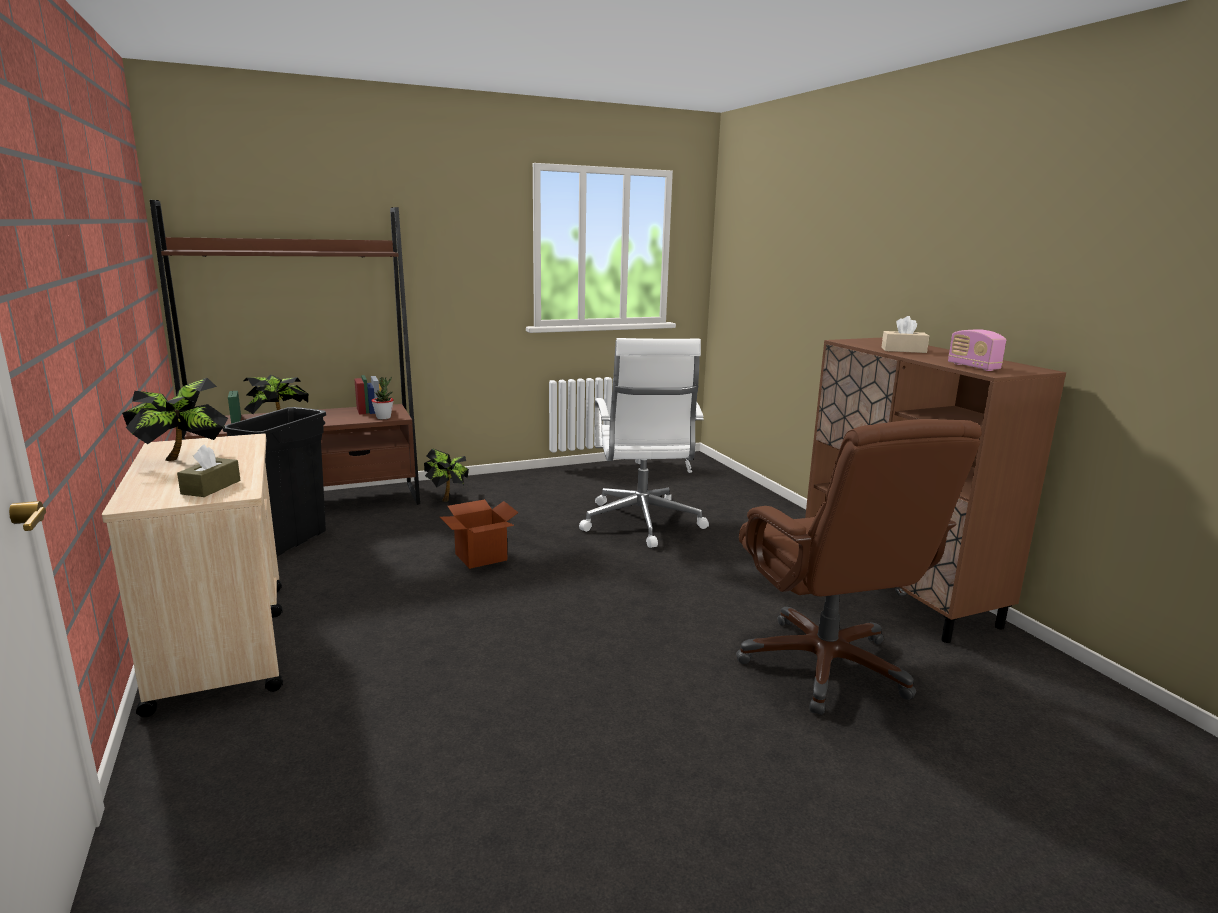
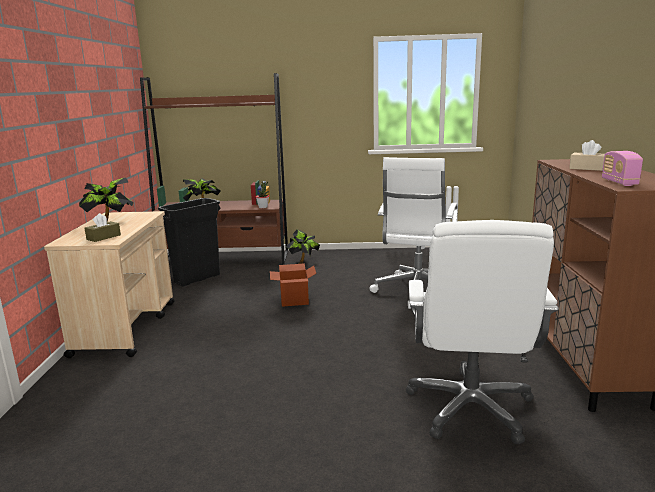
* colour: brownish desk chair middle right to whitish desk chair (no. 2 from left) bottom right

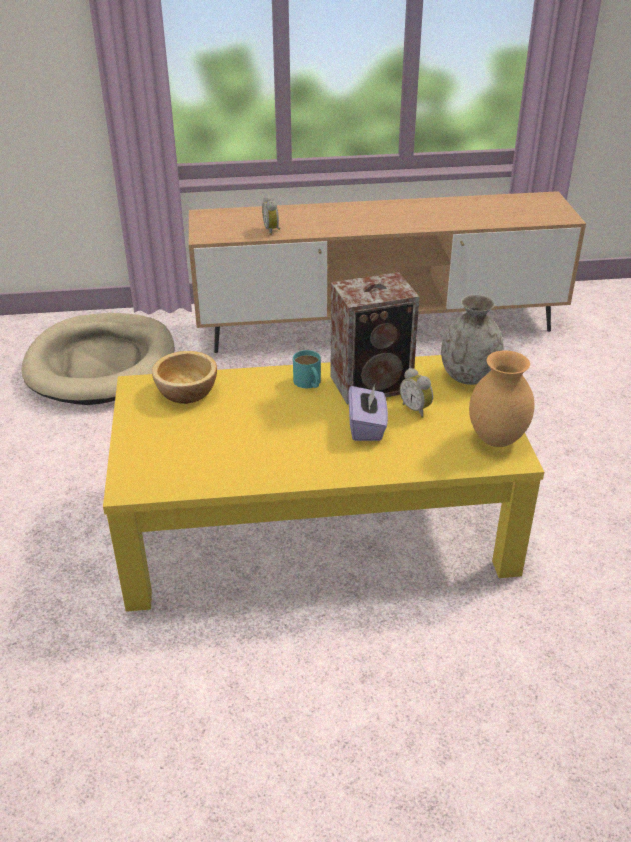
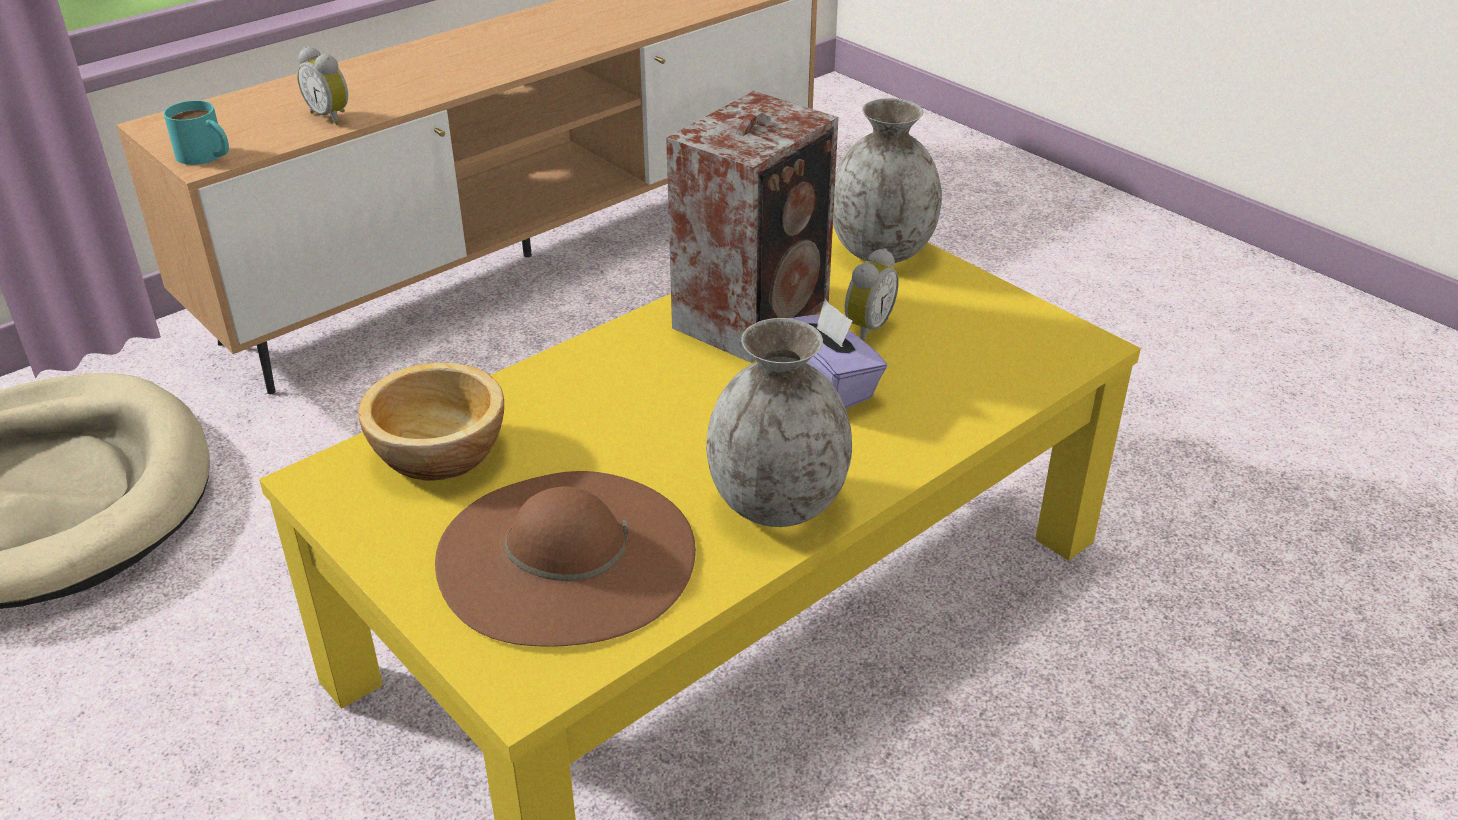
* missing: brownish flower vase middle right
* appeared: brownish hat bottom centre
* appeared: greyish flower vase (no. 1 from left) centre
* relocated: blue-green coffee mug centre to top left
* spun: table clock (no. 2 from left) centre = centre 75 degrees counterclockwise

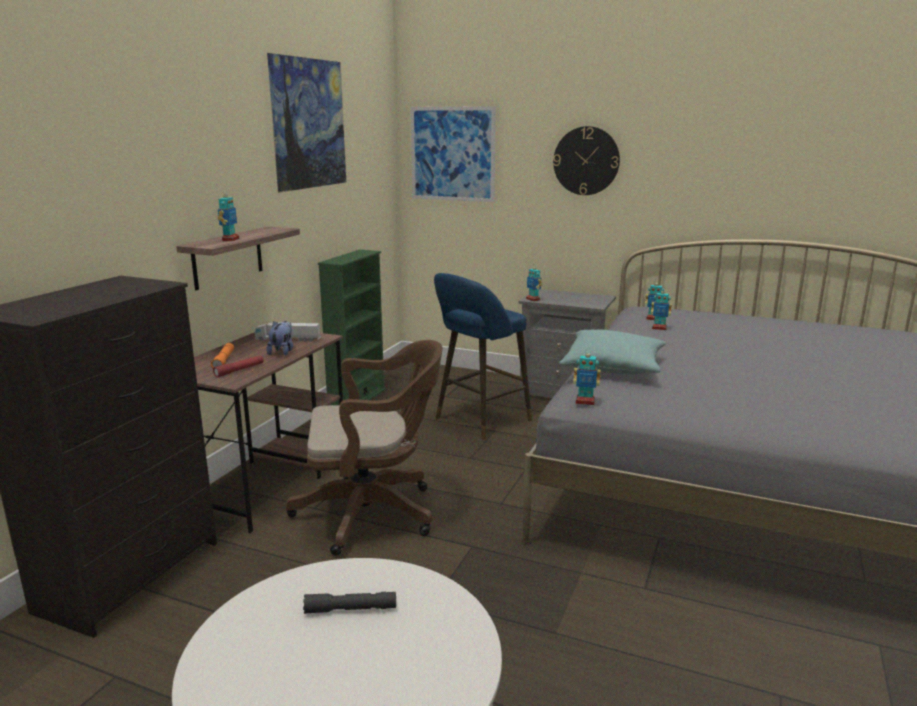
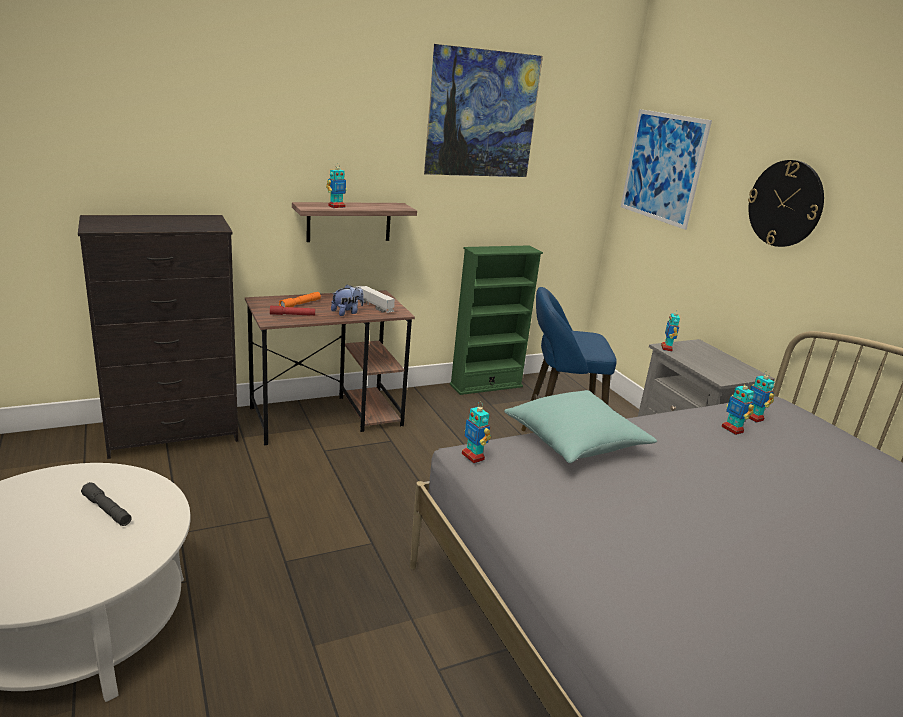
* missing: brownish desk chair centre

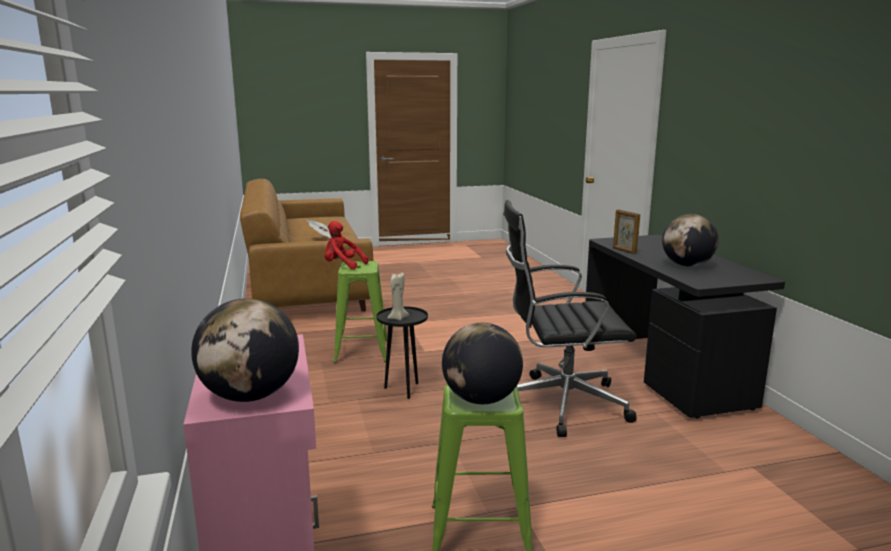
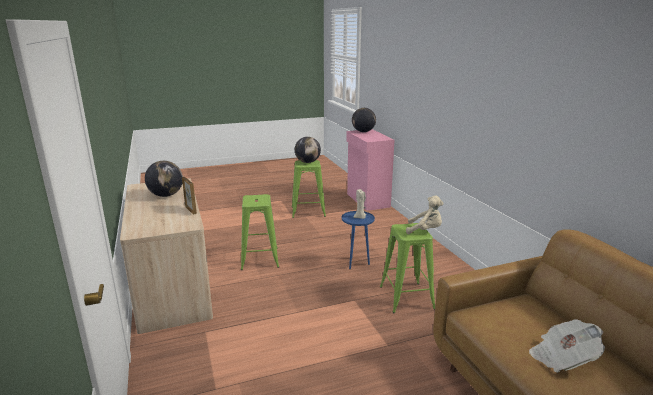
* exchanged: black-coloured desk chair centre to green-coloured sitting stool (no. 1 from left) centre
* colour: reddish plush toy centre to beige plush toy centre
* colour: black-coloured accent table centre to bluish accent table centre
* colour: black-coloured desk table middle right to beige desk table middle left

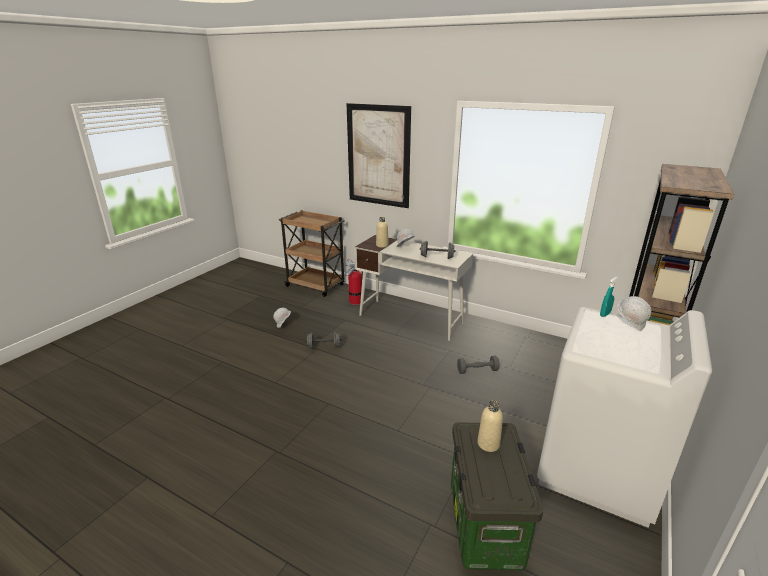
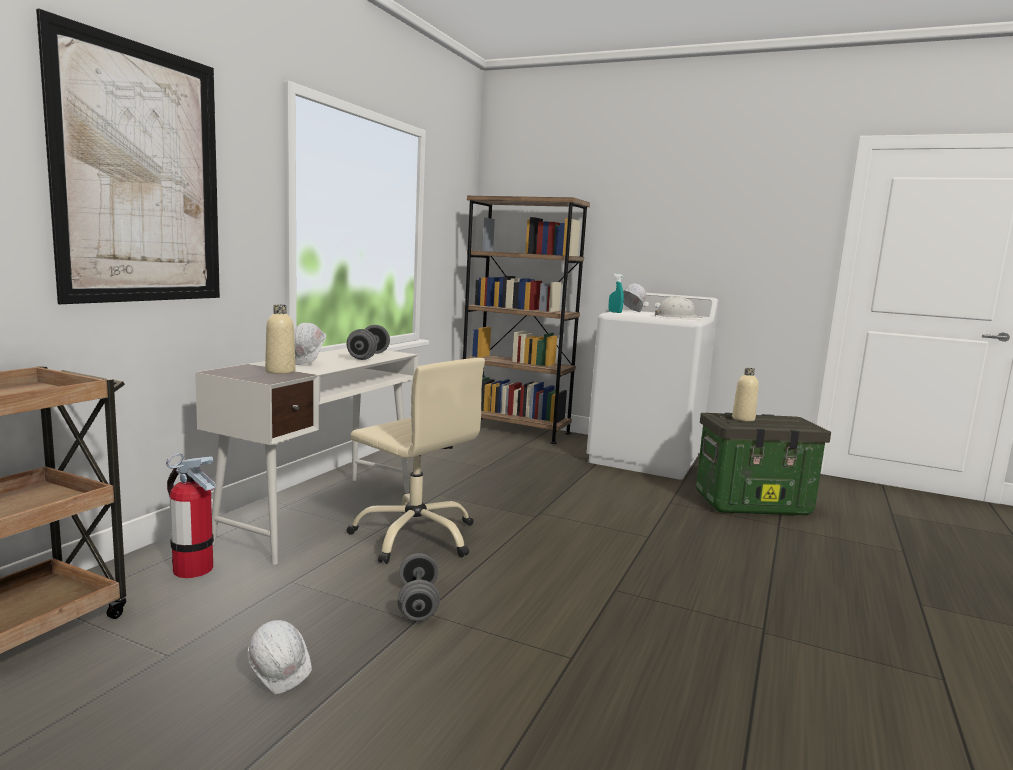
* missing: greyish free weight (no. 3 from left) centre
* appeared: beige desk chair centre
* appeared: whitish safety helmet (no. 4 from left) middle right

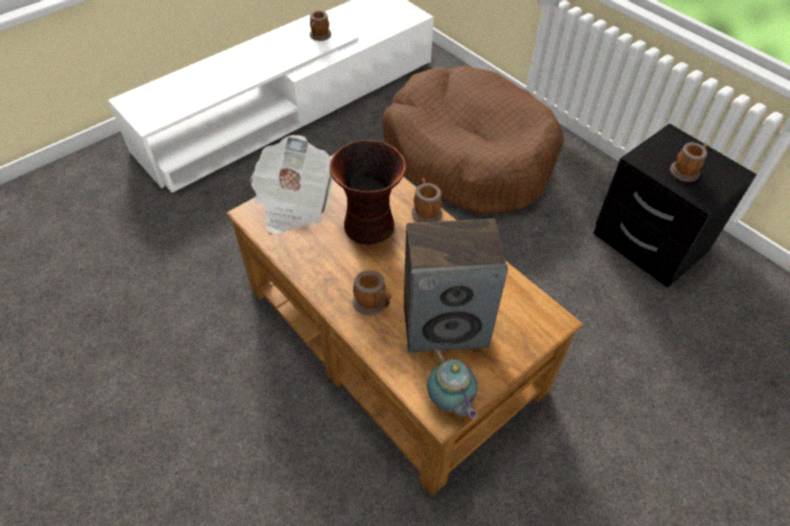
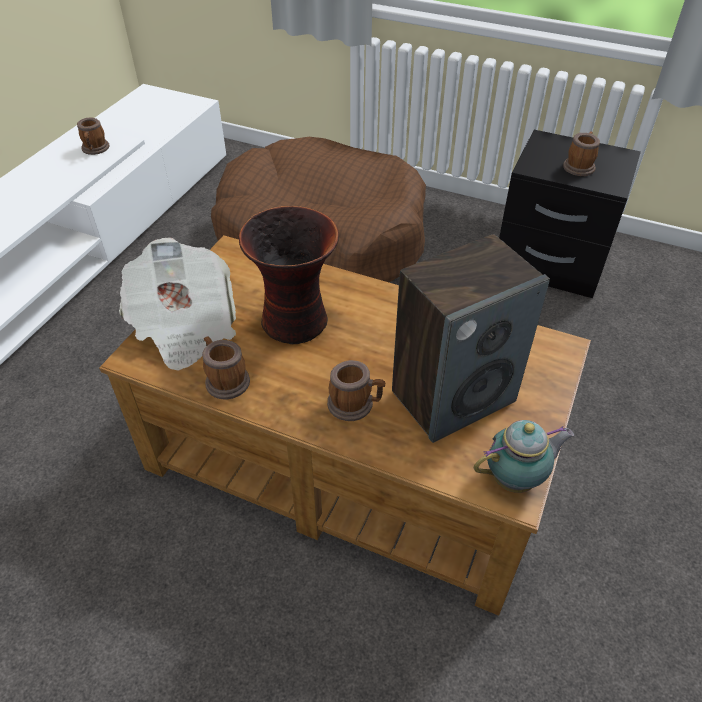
* relocated: coffee mug (no. 3 from left in the first image) centre to coffee mug (no. 2 from left) middle left
* spun: pot for tea bottom centre = middle right 60 degrees counterclockwise

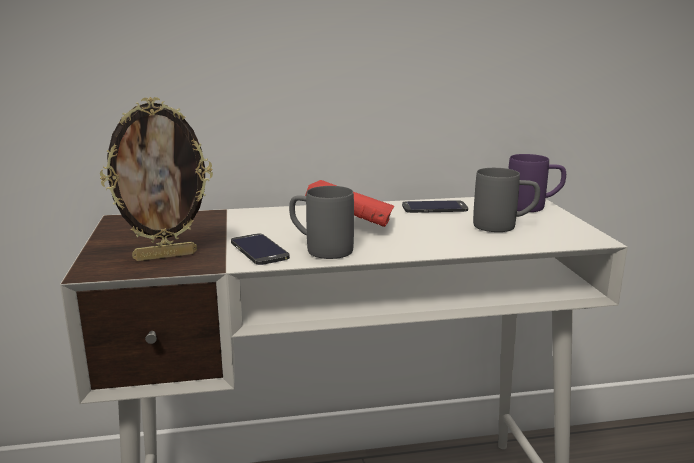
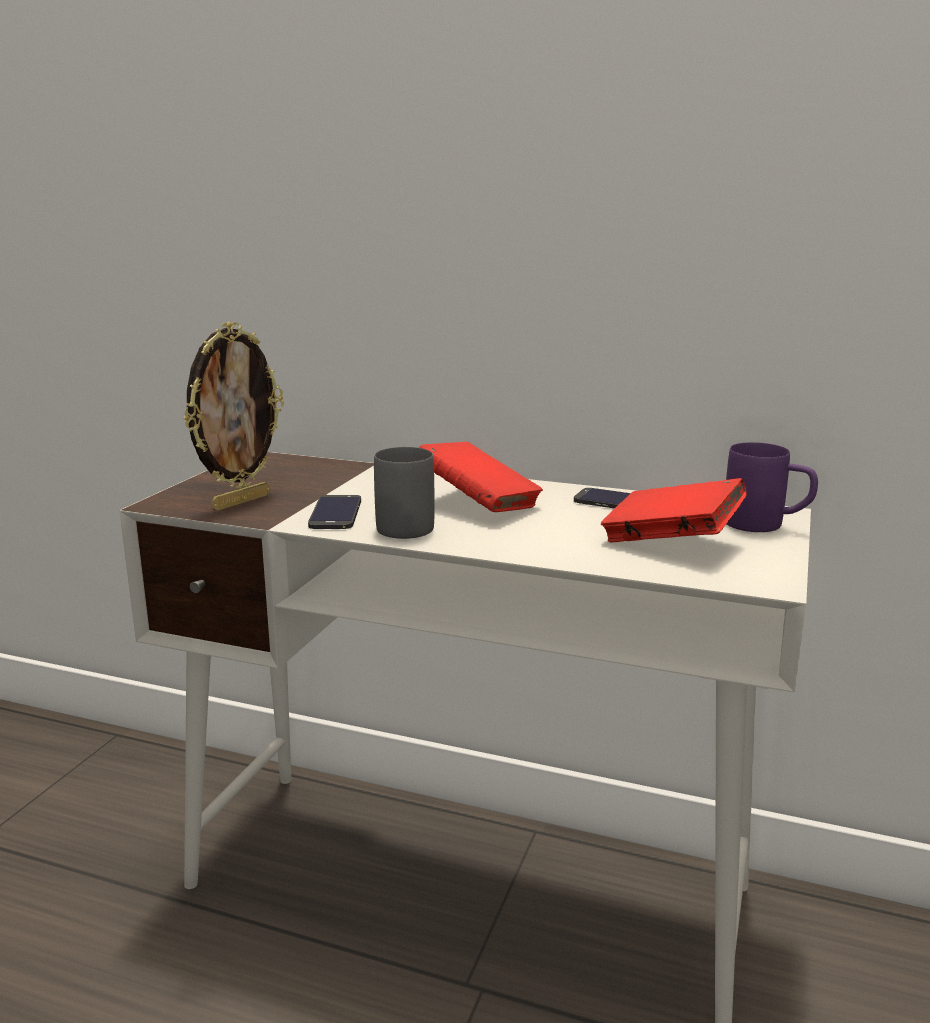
* exchanged: greyish coffee mug (no. 2 from left) middle right to reddish bound book (no. 2 from left) middle right
* spun: picture frame middle left = middle left 60 degrees counterclockwise

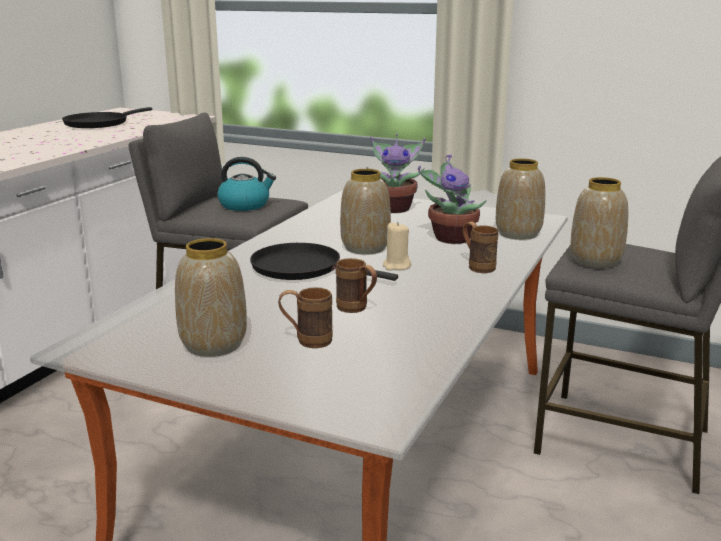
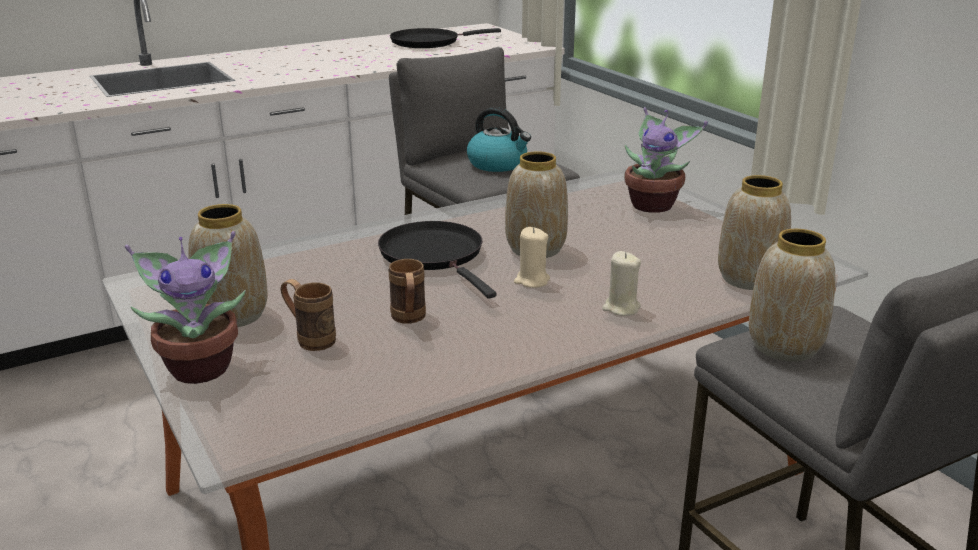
* relocated: plant in a pot (no. 2 from left in the first image) centre to plant in a pot (no. 1 from left) middle left
* exchanged: brownish coffee mug (no. 3 from left) centre to beige wax candle (no. 2 from left) centre

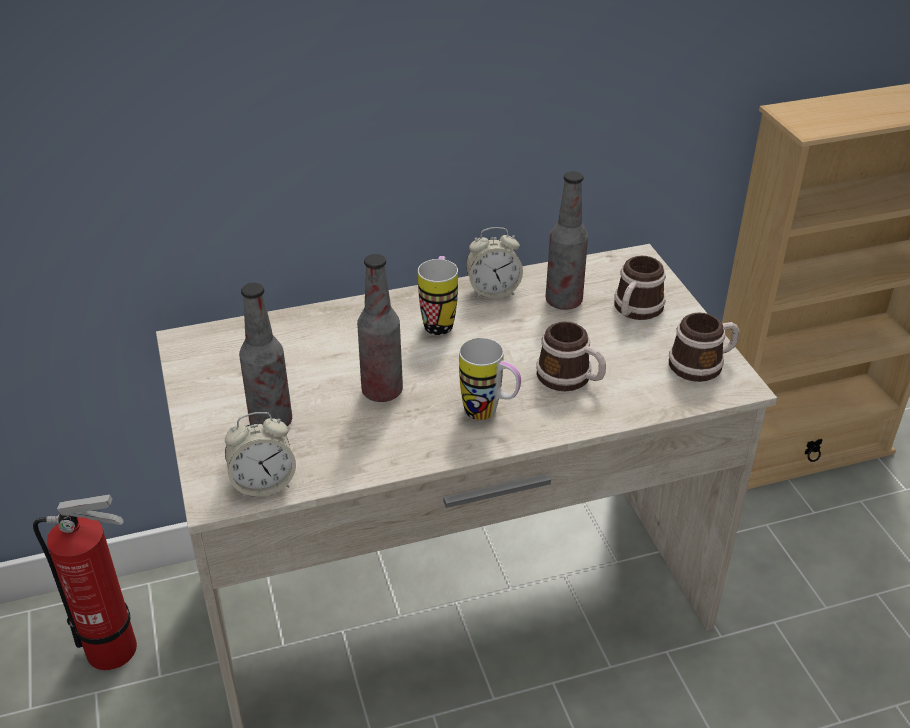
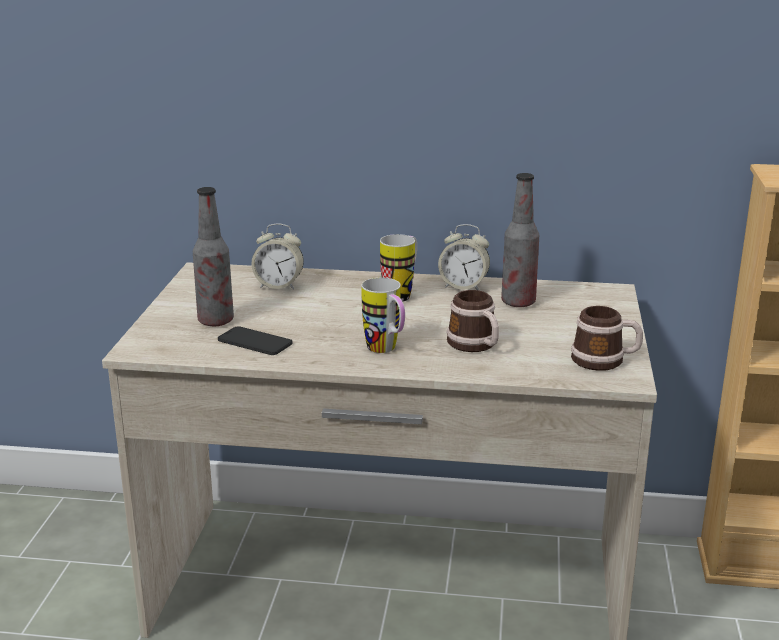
* missing: fire-fighting cylinder bottom left
* missing: bottle (no. 2 from left) centre
* missing: coffee mug (no. 4 from left) middle right
* appeared: phone middle left
* relocated: table clock (no. 1 from left) middle left to centre

